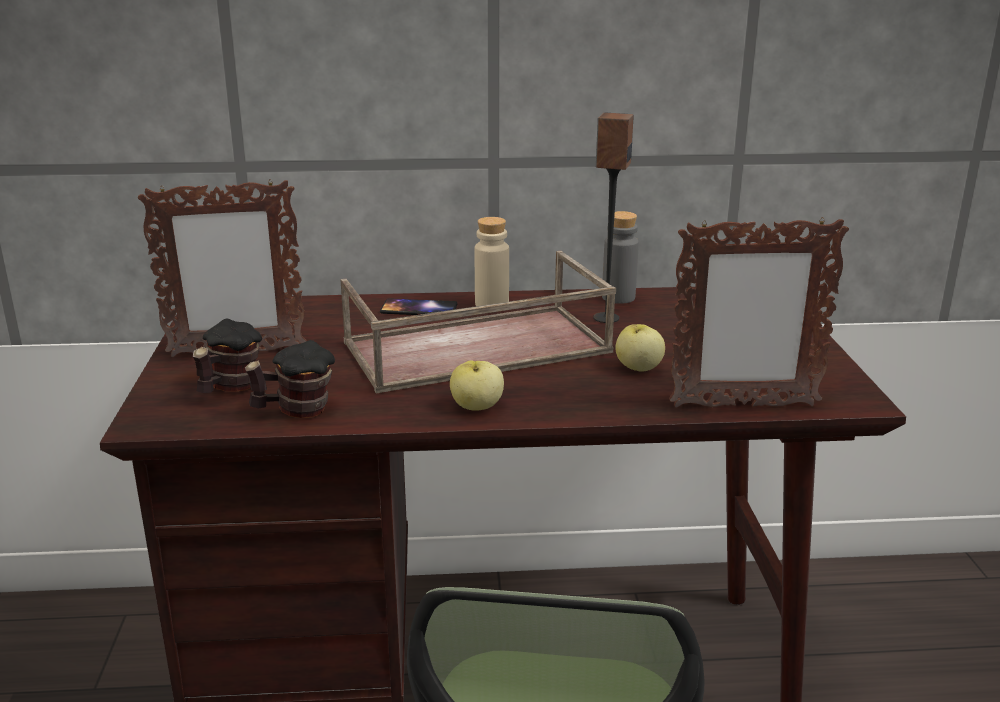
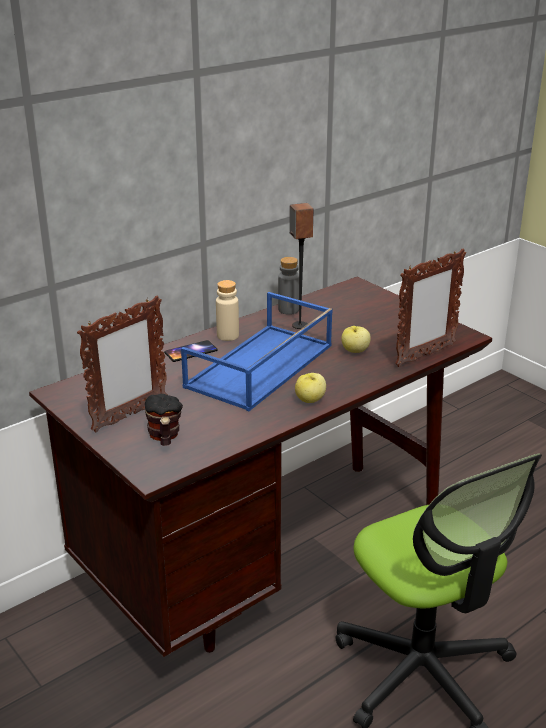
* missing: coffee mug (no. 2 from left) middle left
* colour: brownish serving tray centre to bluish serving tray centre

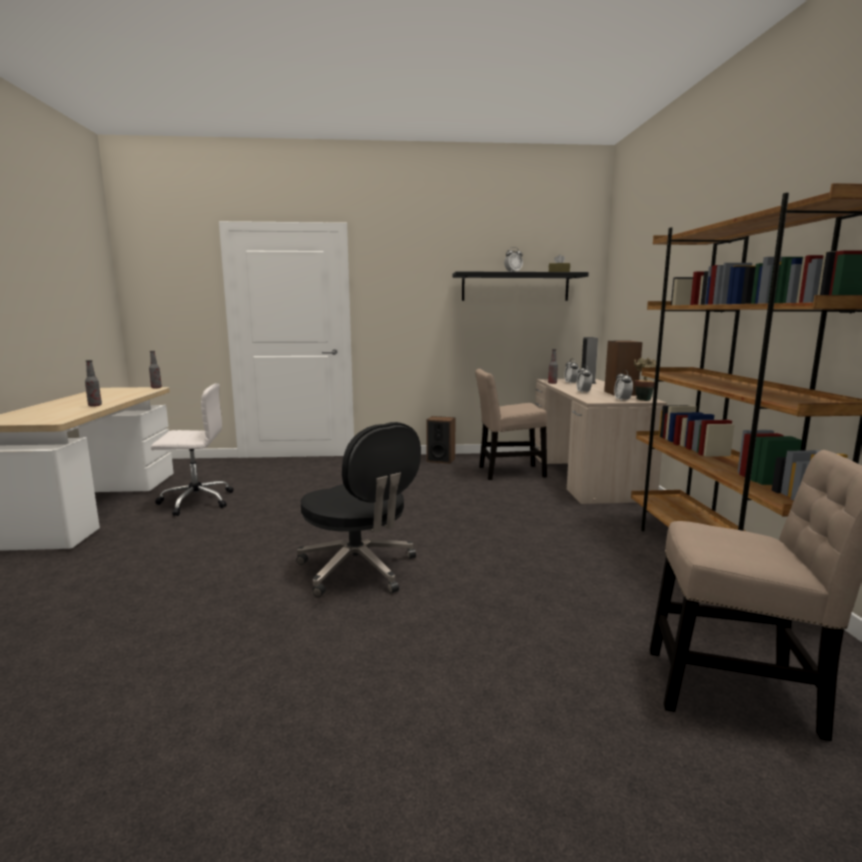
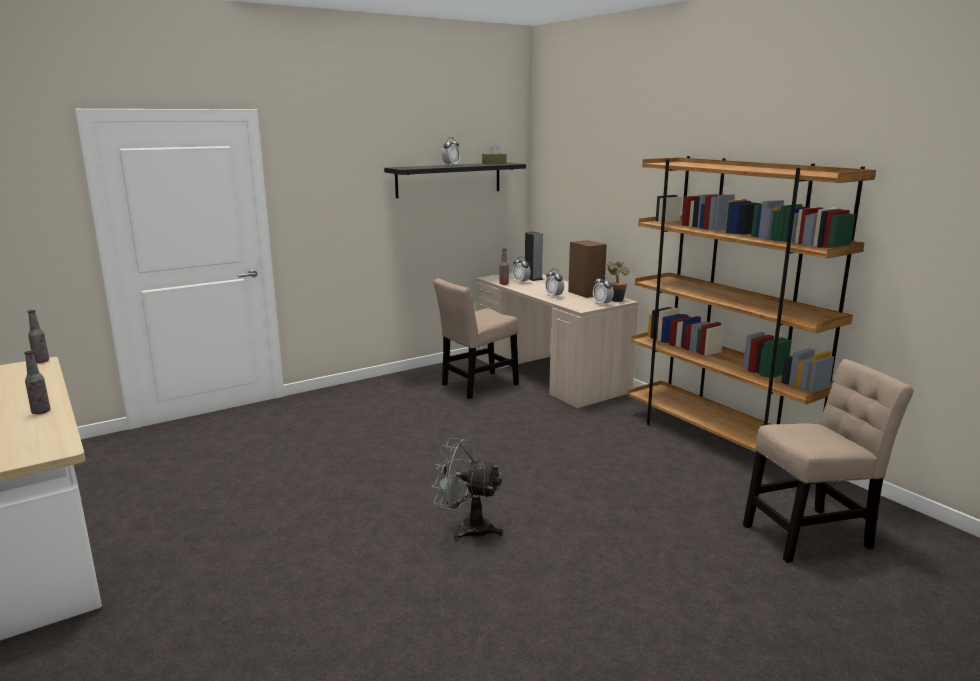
* missing: whitish desk chair middle left
* missing: loudspeaker (no. 1 from left) centre
* exchanged: black-coloured desk chair centre to greyish fan bottom centre

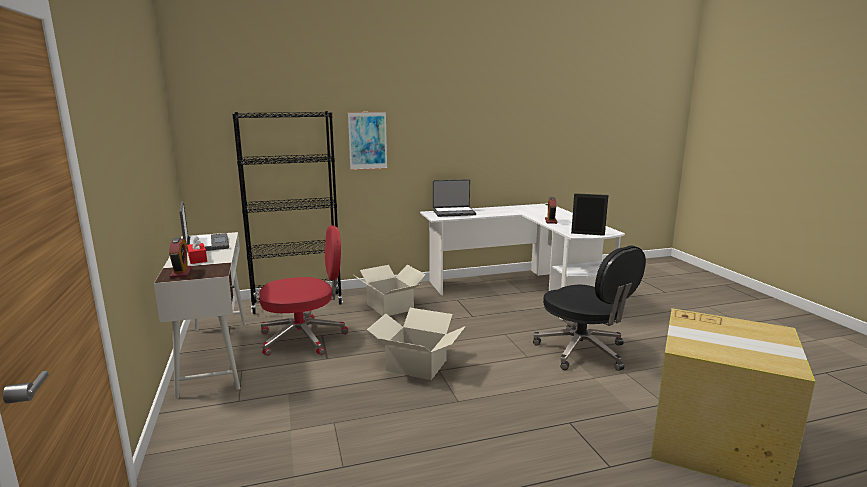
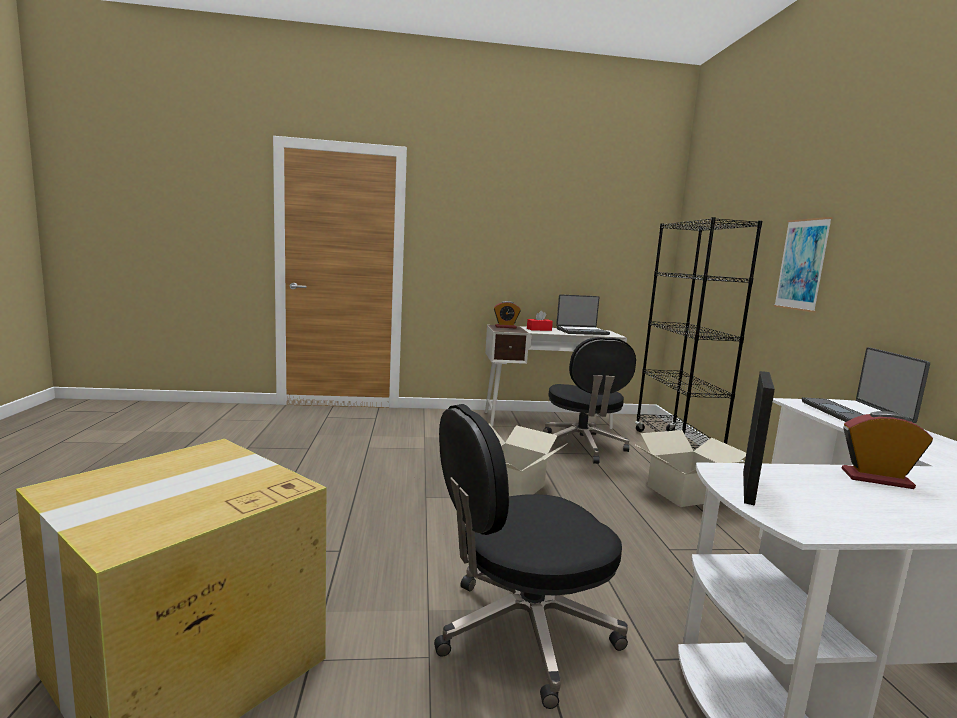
* colour: reddish desk chair centre to black-coloured desk chair (no. 2 from left) centre

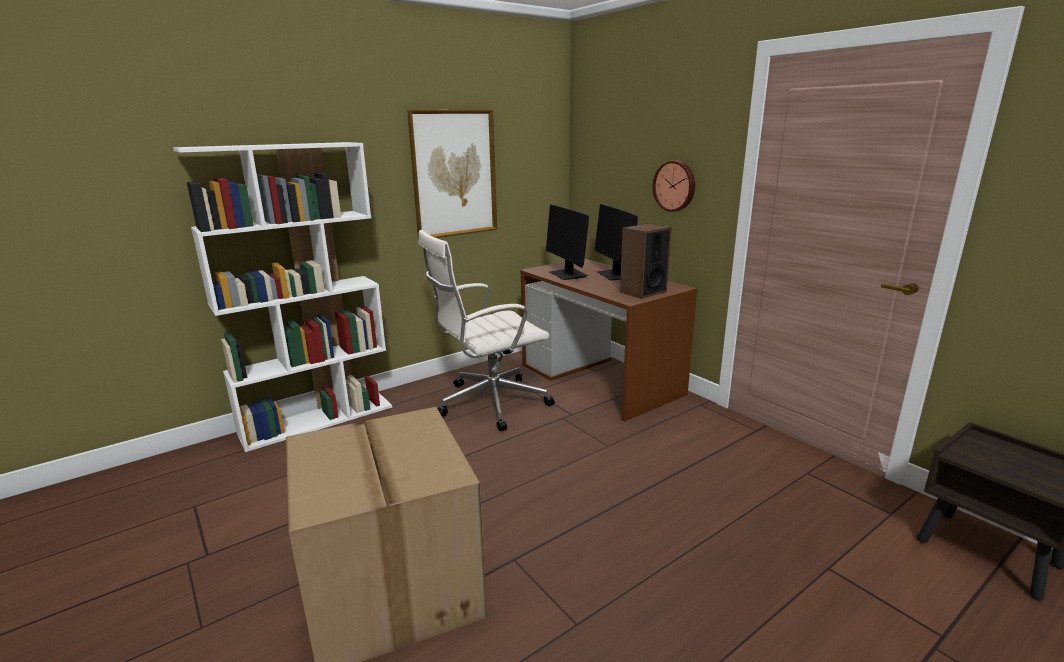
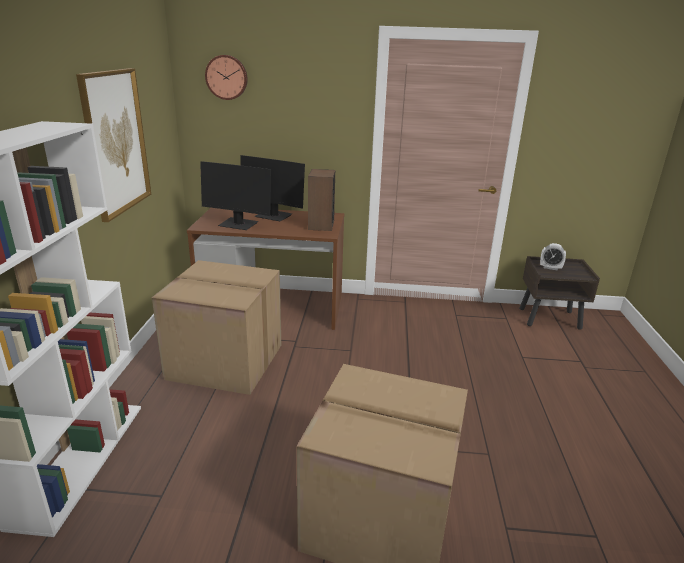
* appeared: table clock middle right
* relocated: wall clock top centre to top left
* exchanged: whitish desk chair centre to packing box (no. 1 from left) middle left

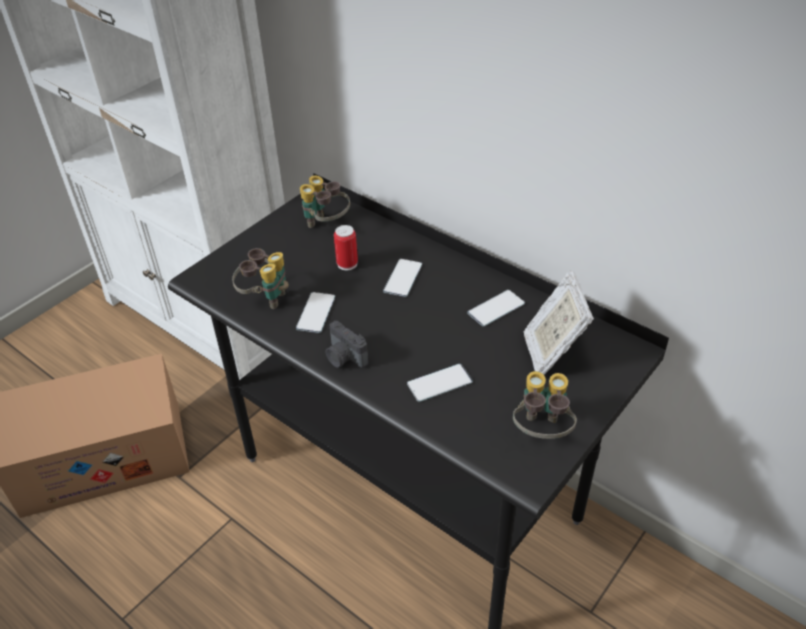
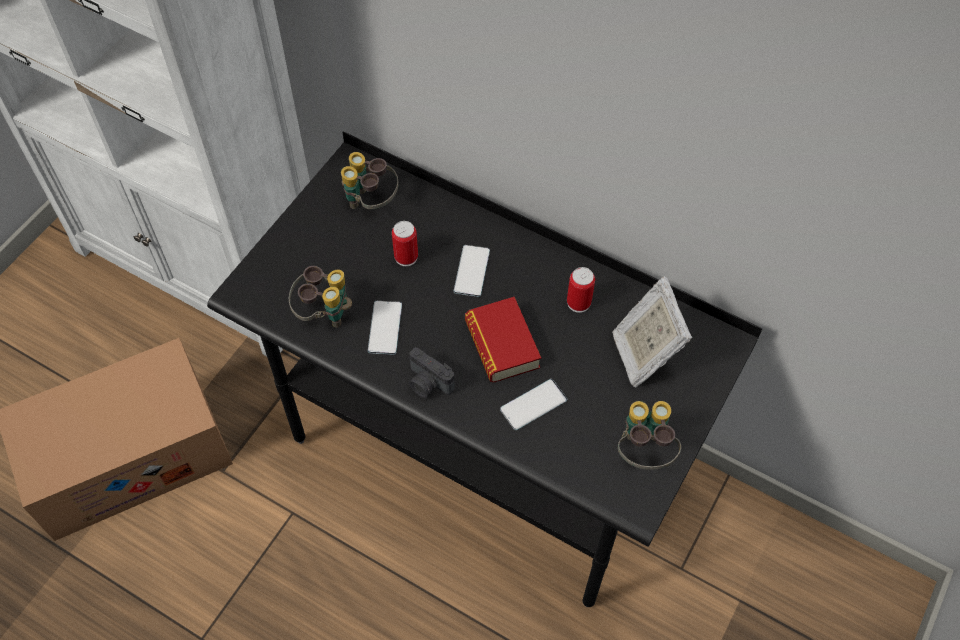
* appeared: bound book centre
* exchanged: phone (no. 4 from left) centre to sealed can (no. 2 from left) centre

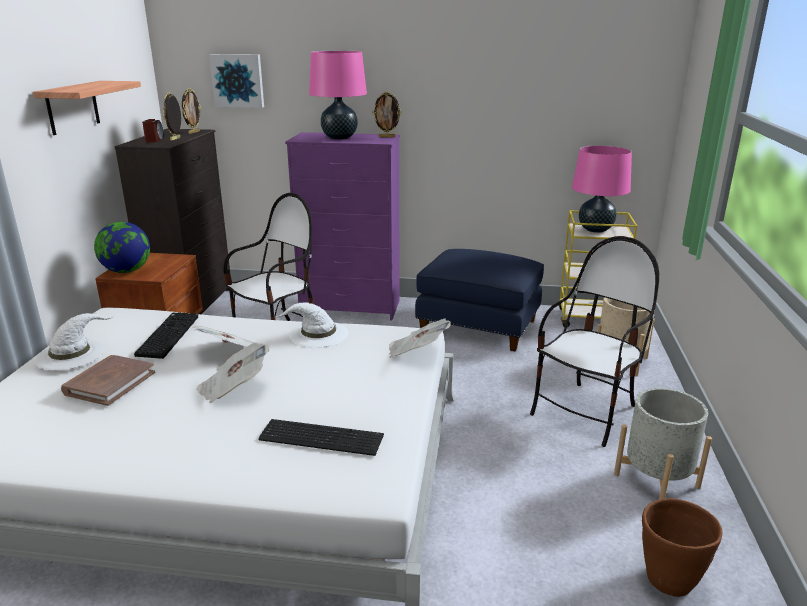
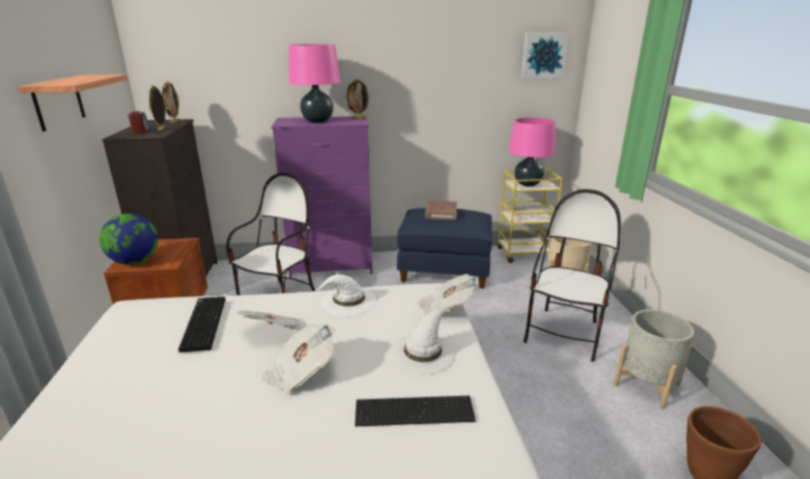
* relocated: whitish hat (no. 1 from left in the first image) middle left to whitish hat (no. 2 from left) bottom centre
* relocated: brownish bound book middle left to centre
* relocated: wall art top left to top right

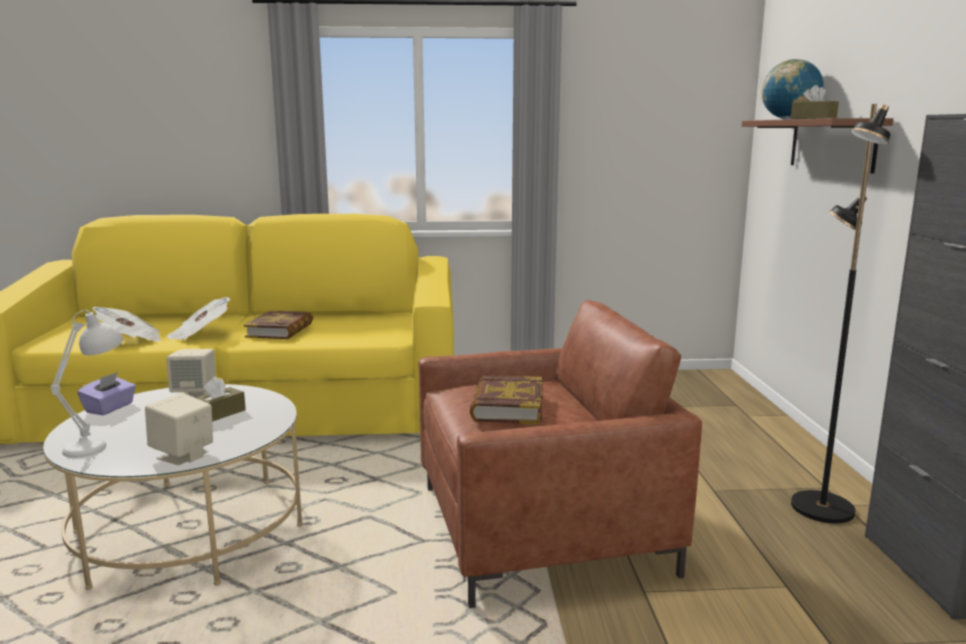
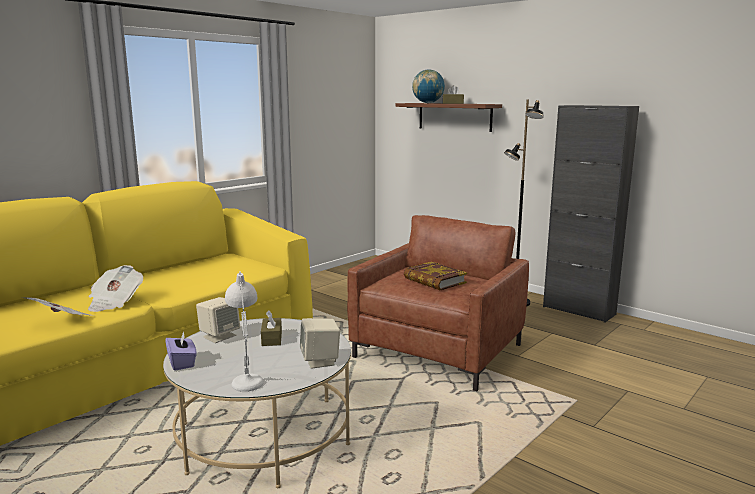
* missing: bound book (no. 1 from left) middle left

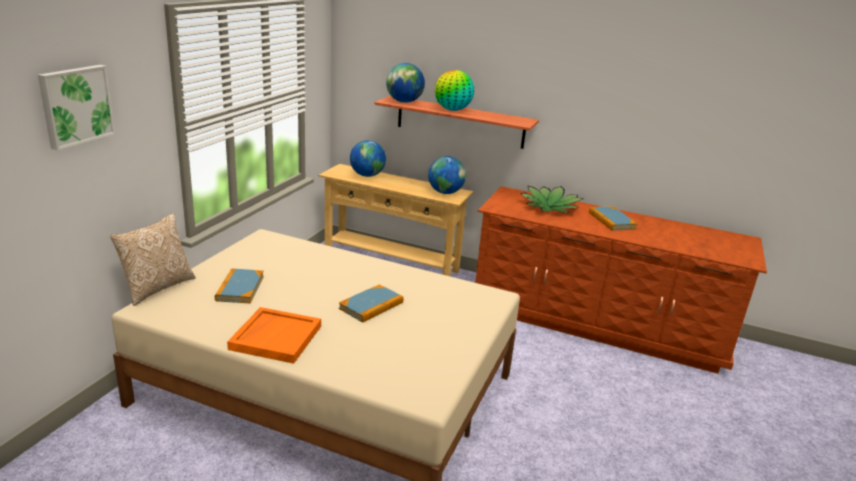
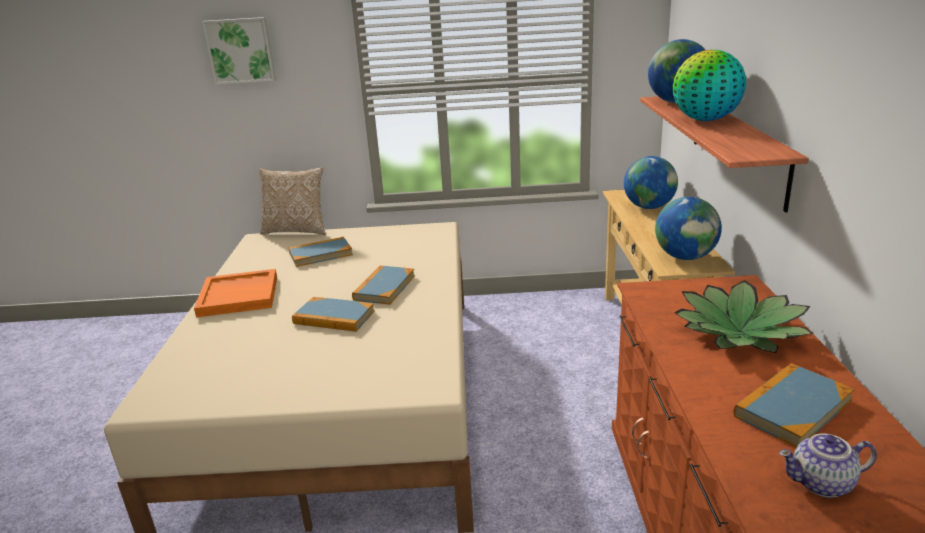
* appeared: bound book (no. 3 from left) centre
* appeared: pot for tea bottom right

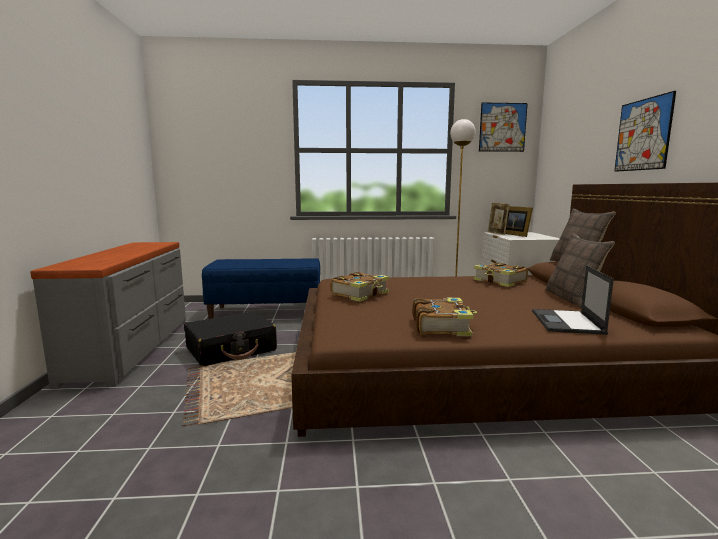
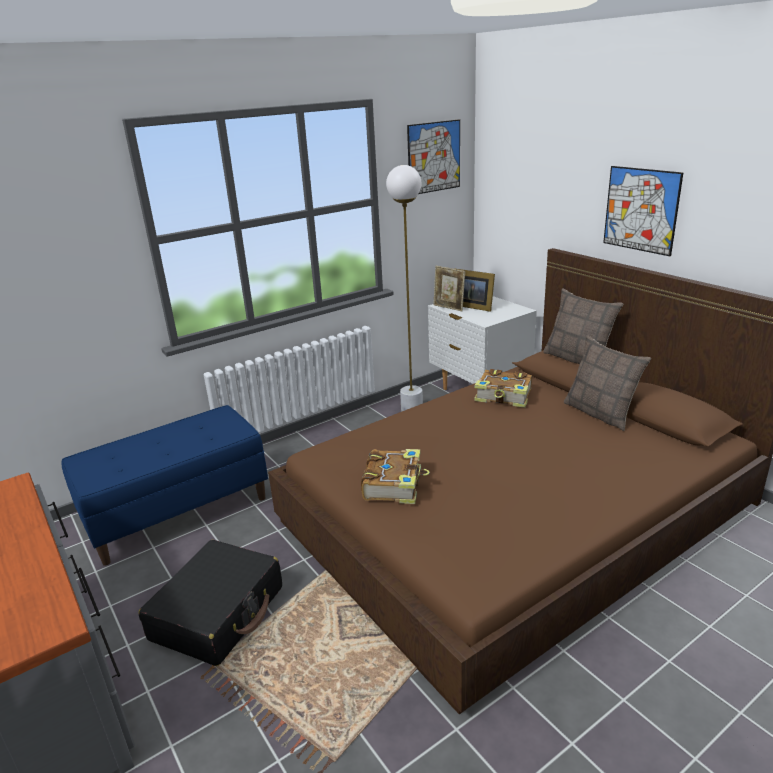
* missing: bound book (no. 2 from left) centre
* missing: laptop middle right

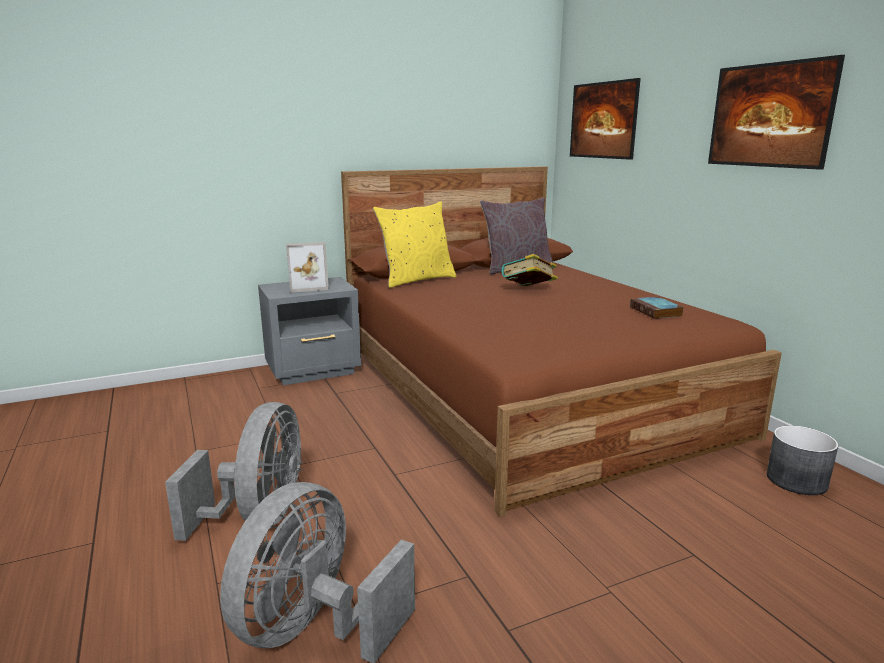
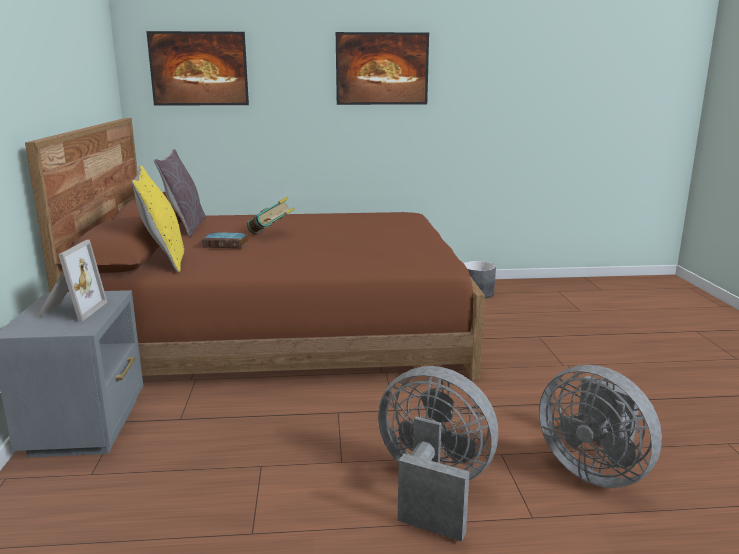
* relocated: bound book (no. 2 from left in the first image) middle right to bound book (no. 1 from left) middle left

